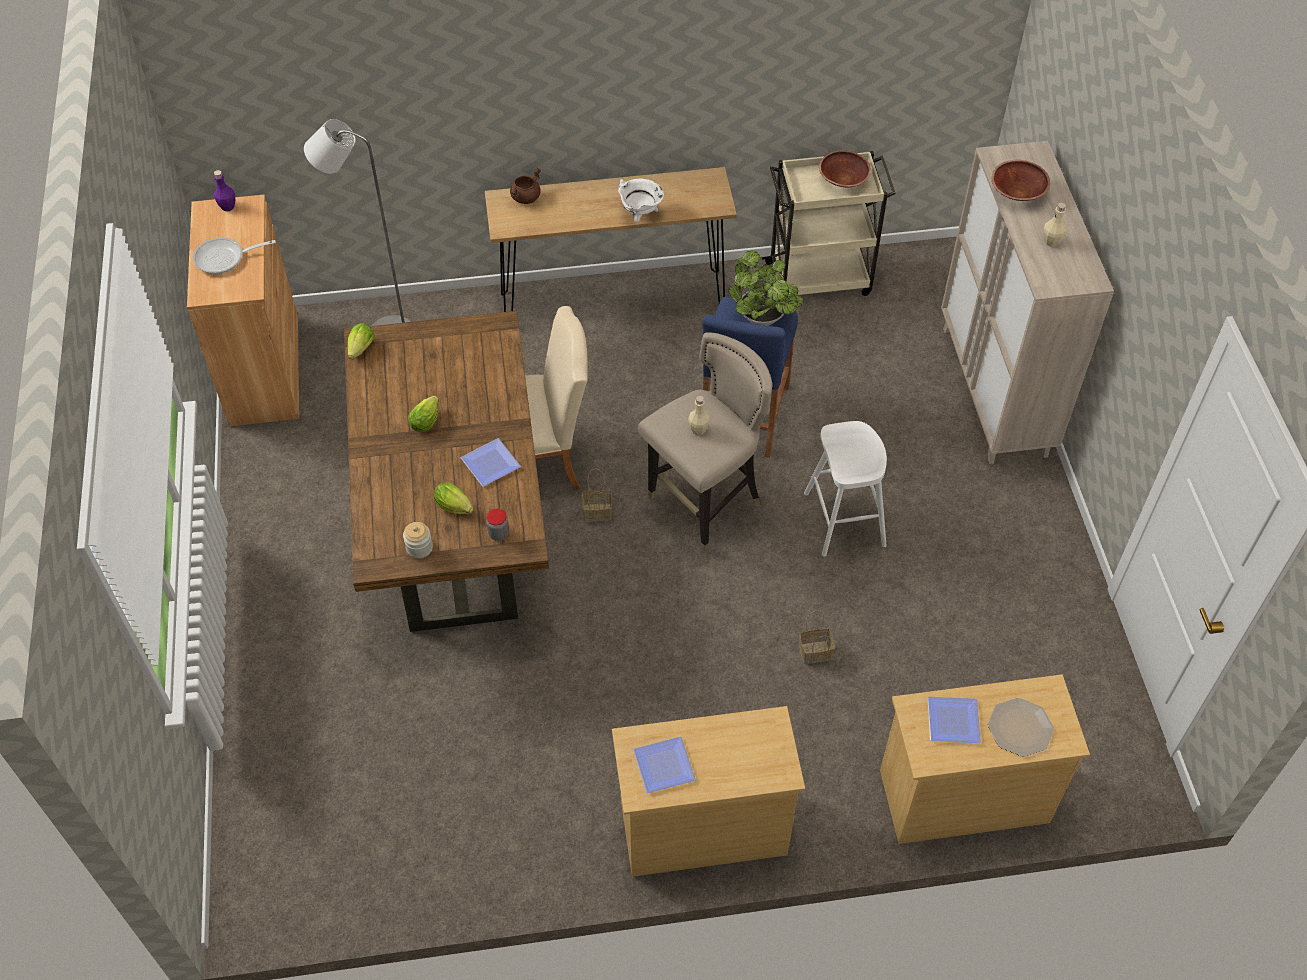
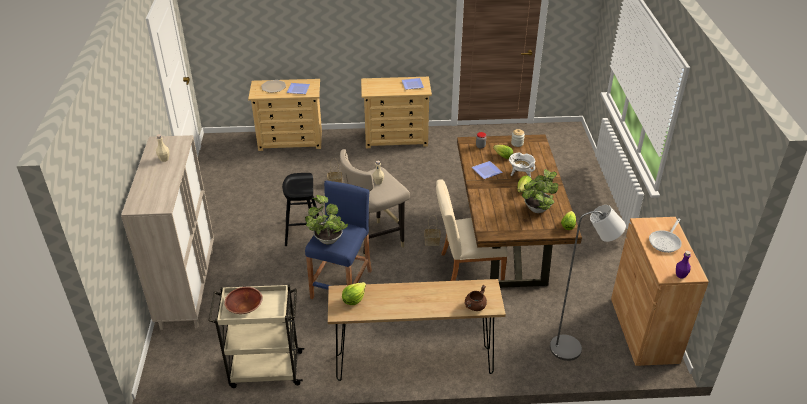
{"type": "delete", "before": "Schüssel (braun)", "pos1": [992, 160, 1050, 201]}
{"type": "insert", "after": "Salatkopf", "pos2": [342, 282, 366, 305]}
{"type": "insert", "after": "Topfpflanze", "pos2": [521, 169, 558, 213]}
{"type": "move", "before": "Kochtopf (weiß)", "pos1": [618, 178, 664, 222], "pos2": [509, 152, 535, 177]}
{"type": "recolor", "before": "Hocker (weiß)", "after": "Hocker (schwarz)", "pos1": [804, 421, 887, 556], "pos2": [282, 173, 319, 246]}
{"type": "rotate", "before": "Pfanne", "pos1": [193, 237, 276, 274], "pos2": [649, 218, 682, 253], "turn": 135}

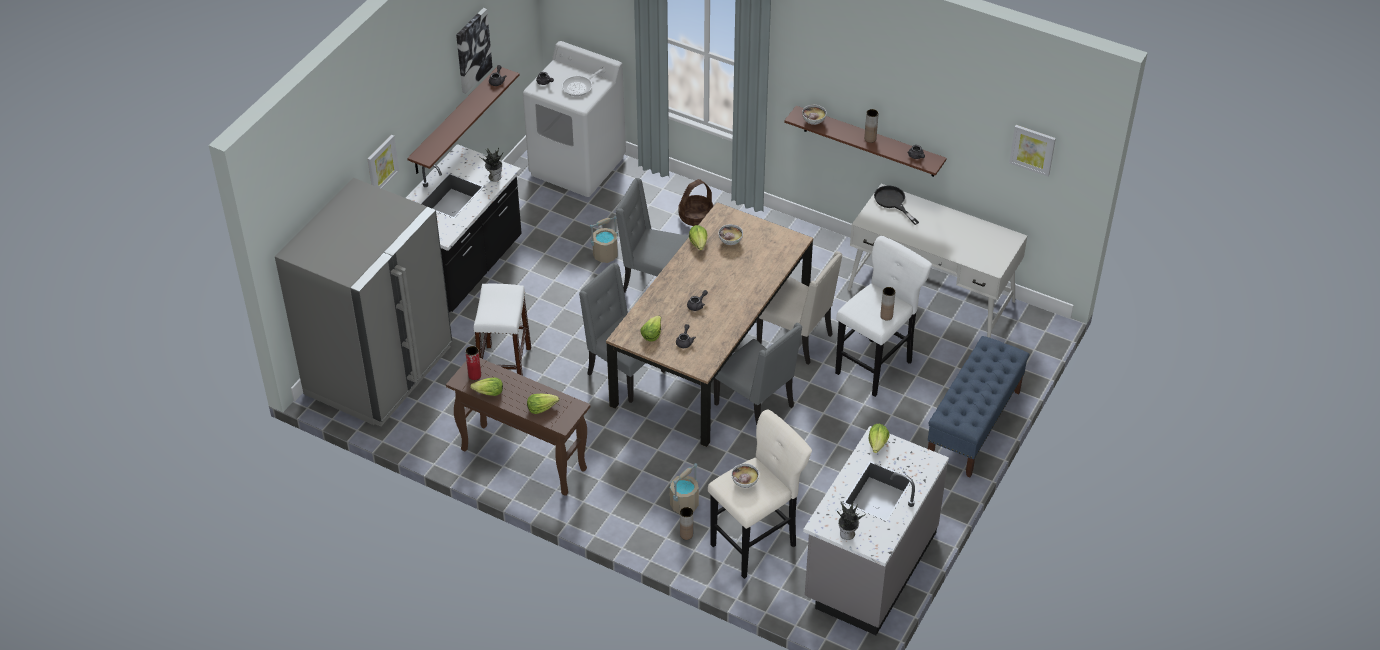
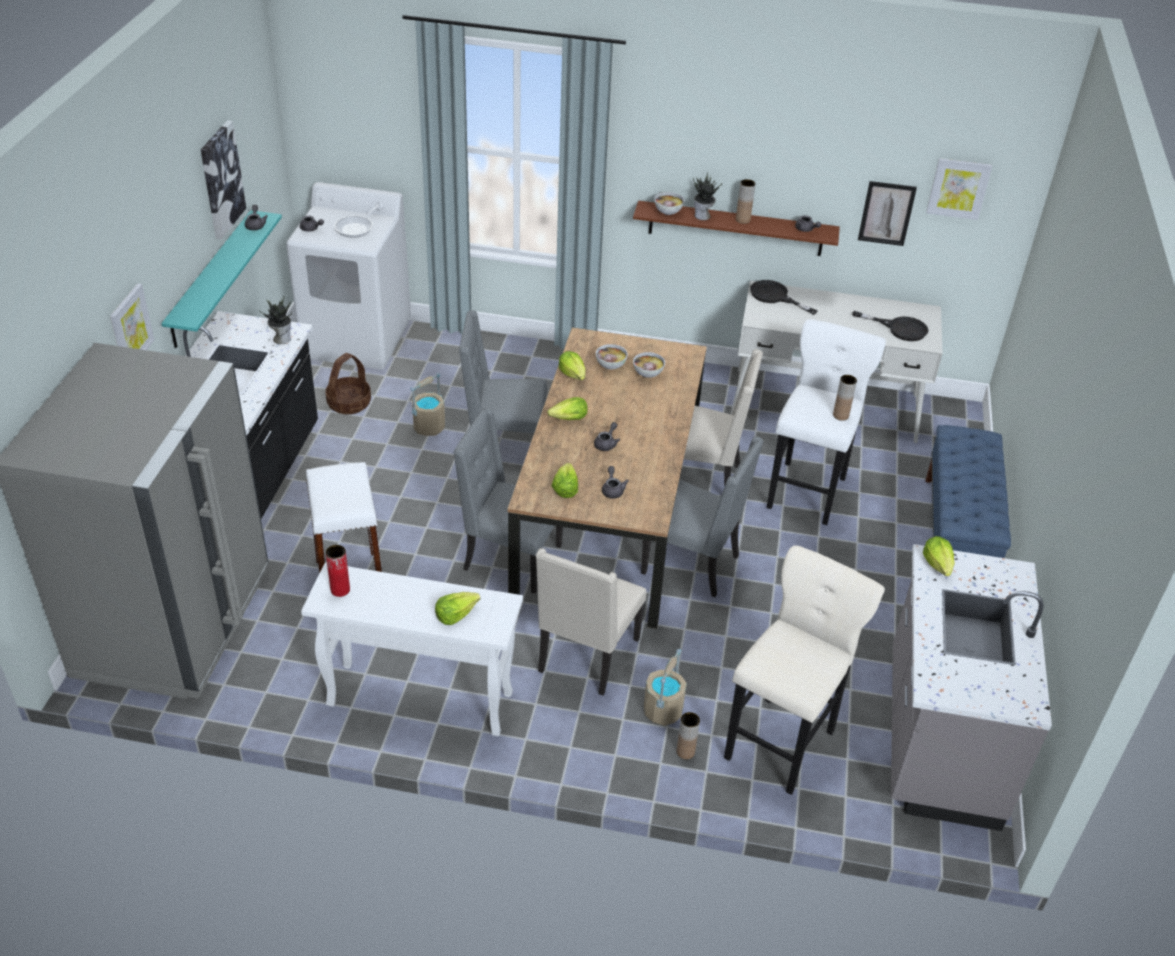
{"type": "insert", "after": "Stuhl (beige)", "pos2": [536, 548, 647, 695]}
{"type": "insert", "after": "Pfanne (schwarz)", "pos2": [852, 311, 928, 341]}
{"type": "insert", "after": "Bild", "pos2": [858, 181, 917, 246]}
{"type": "move", "before": "Salatkopf", "pos1": [470, 378, 503, 396], "pos2": [547, 397, 588, 420]}
{"type": "move", "before": "Korb", "pos1": [679, 179, 713, 226], "pos2": [325, 353, 371, 415]}
{"type": "move", "before": "Schüssel", "pos1": [731, 463, 759, 488], "pos2": [633, 352, 665, 378]}
{"type": "move", "before": "Topfpflanze", "pos1": [837, 502, 866, 540], "pos2": [693, 172, 723, 220]}
{"type": "recolor", "before": "Wandregal (braun)", "after": "Wandregal (türkis)", "pos1": [407, 67, 520, 174], "pos2": [161, 210, 282, 348]}
{"type": "recolor", "before": "Konsolentisch (braun)", "after": "Konsolentisch (weiß)", "pos1": [446, 358, 590, 496], "pos2": [301, 562, 523, 736]}

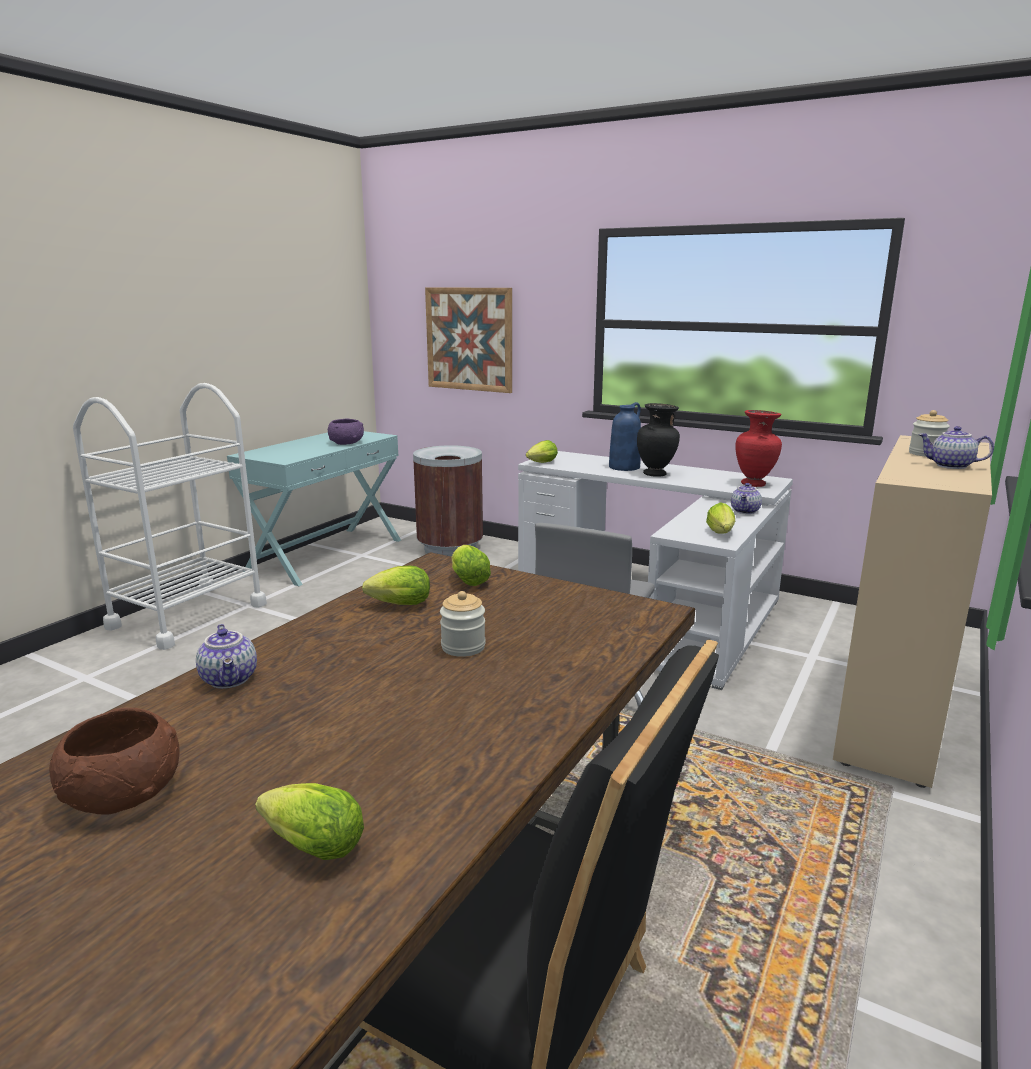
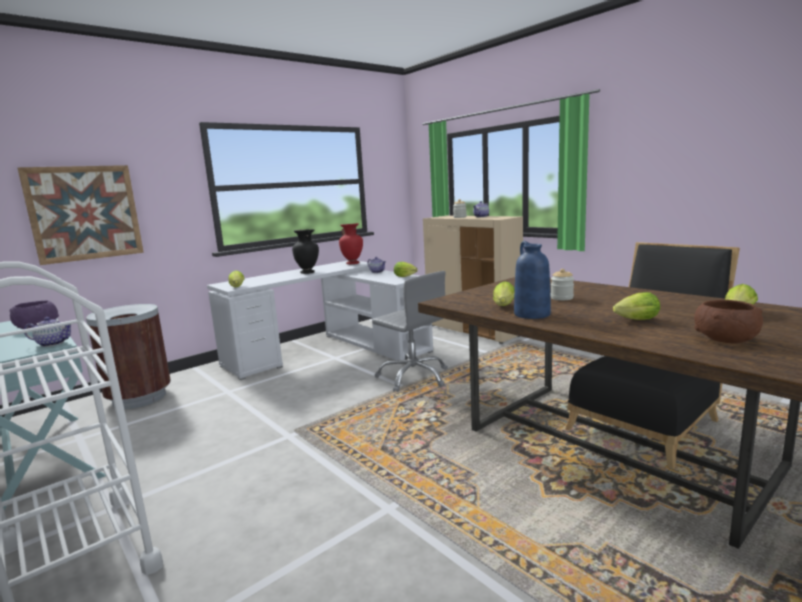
{"type": "move", "before": "Teekanne", "pos1": [196, 624, 257, 689], "pos2": [24, 317, 71, 347]}
{"type": "move", "before": "Salatkopf", "pos1": [452, 545, 491, 586], "pos2": [613, 292, 660, 320]}
{"type": "move", "before": "Vase (blau)", "pos1": [609, 402, 641, 471], "pos2": [514, 241, 551, 319]}

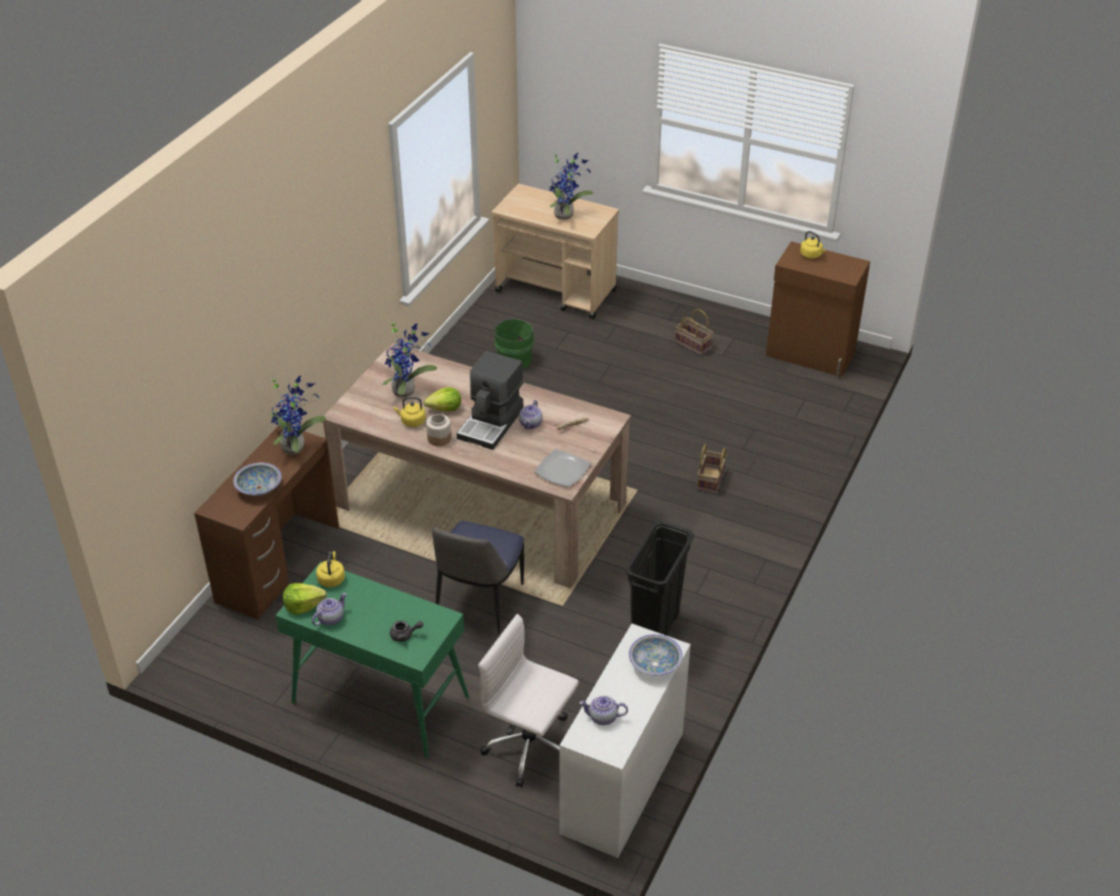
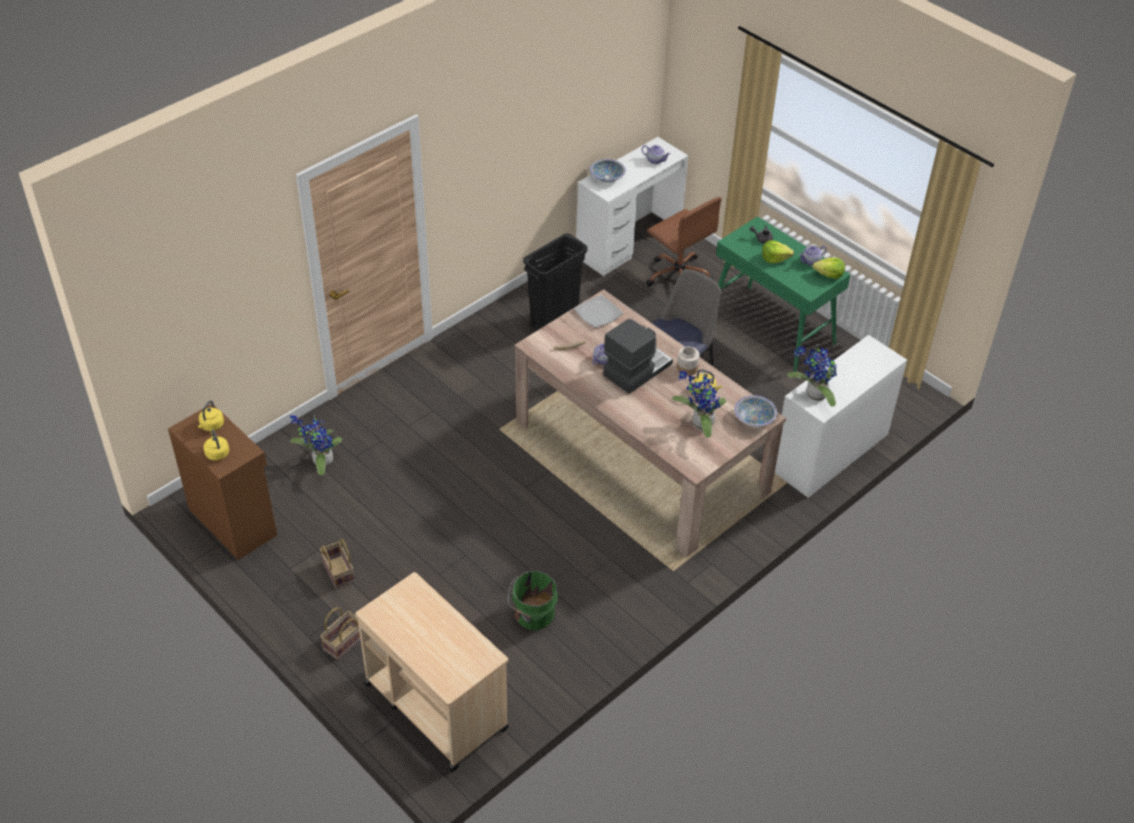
{"type": "move", "before": "Schüssel", "pos1": [233, 463, 282, 496], "pos2": [735, 395, 777, 427]}
{"type": "move", "before": "Wasserkessel (gelb)", "pos1": [316, 551, 345, 587], "pos2": [198, 401, 224, 431]}
{"type": "move", "before": "Salatkopf", "pos1": [424, 387, 461, 412], "pos2": [762, 240, 794, 263]}
{"type": "move", "before": "Topfpflanze", "pos1": [548, 152, 593, 220], "pos2": [290, 415, 342, 475]}
{"type": "move", "before": "Korb", "pos1": [697, 444, 727, 494], "pos2": [320, 607, 361, 660]}
{"type": "recolor", "before": "Schreibtisch (braun)", "after": "Schreibtisch (weiß)", "pos1": [194, 425, 339, 620], "pos2": [775, 335, 907, 498]}
{"type": "recolor", "before": "Bürostuhl (weiß)", "after": "Bürostuhl (braun)", "pos1": [478, 614, 579, 787], "pos2": [646, 197, 722, 287]}

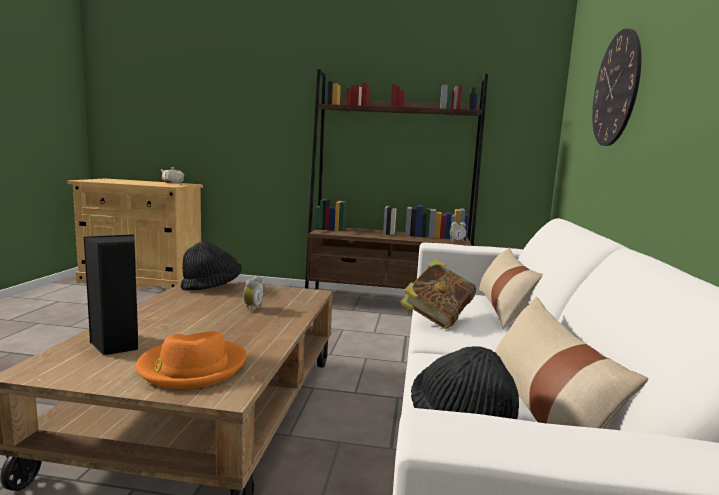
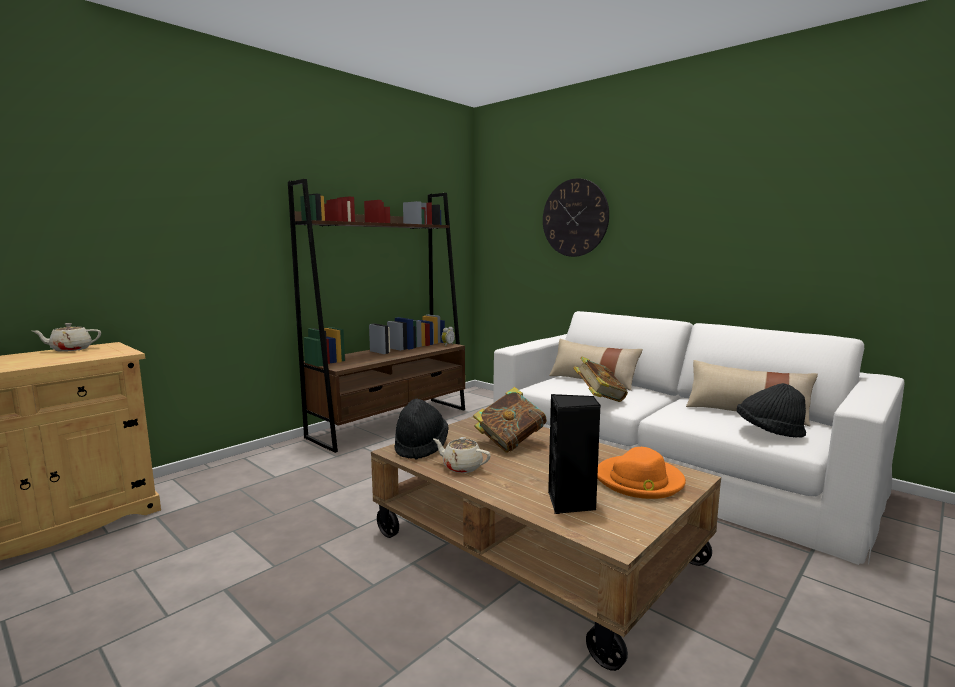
{"type": "insert", "after": "Teekanne (beige)", "pos2": [433, 437, 491, 473]}
{"type": "replace", "before": "Wecker", "after": "Buch", "pos1": [243, 276, 264, 312], "pos2": [473, 387, 547, 453]}

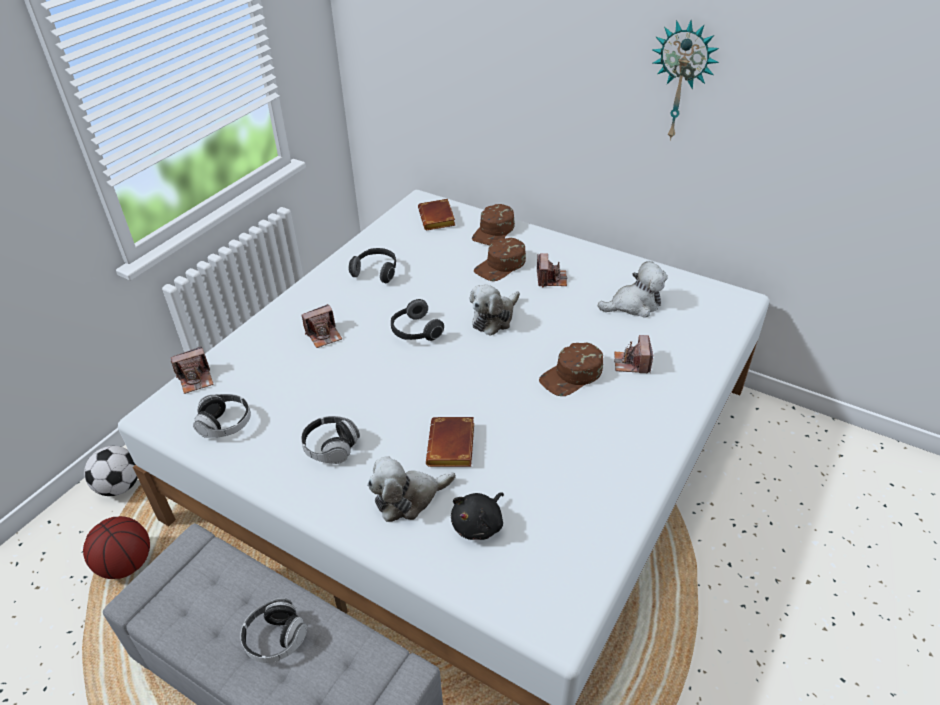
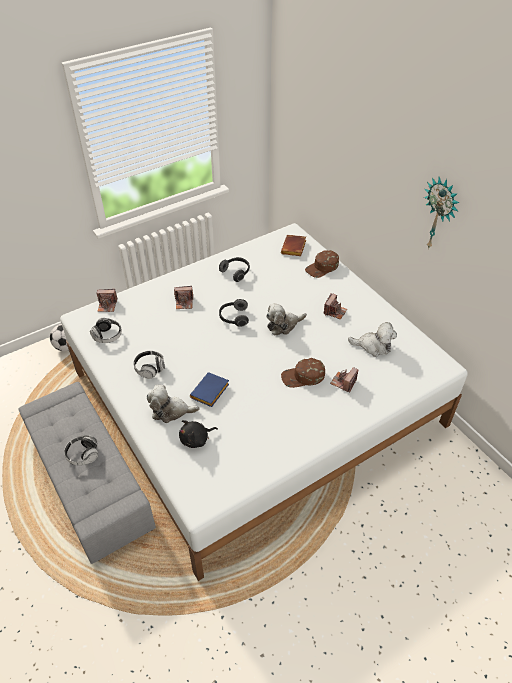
{"type": "delete", "before": "Basketball", "pos1": [83, 516, 150, 579]}
{"type": "delete", "before": "Kappe (braun)", "pos1": [474, 238, 526, 281]}
{"type": "recolor", "before": "Buch (braun)", "after": "Buch (blau)", "pos1": [426, 417, 474, 467], "pos2": [190, 372, 229, 407]}

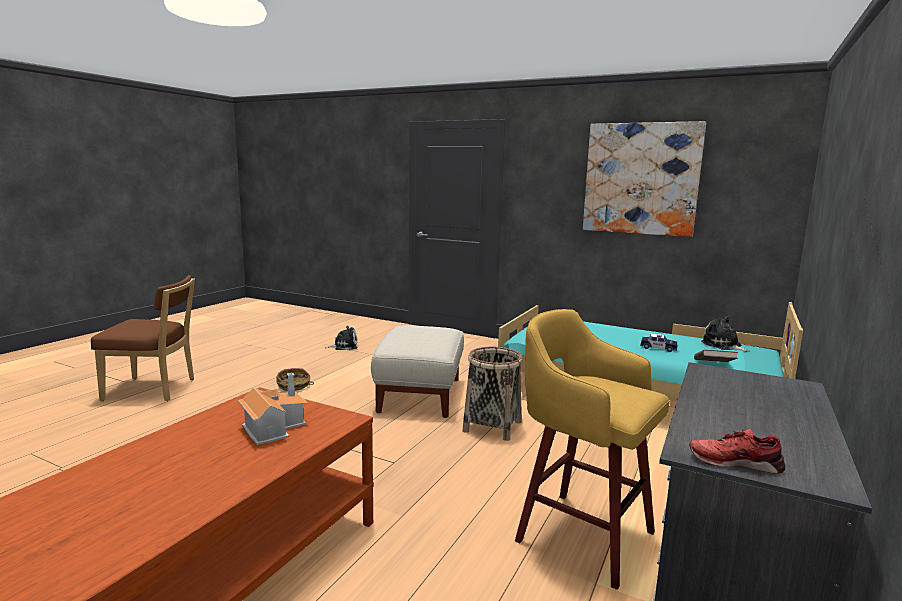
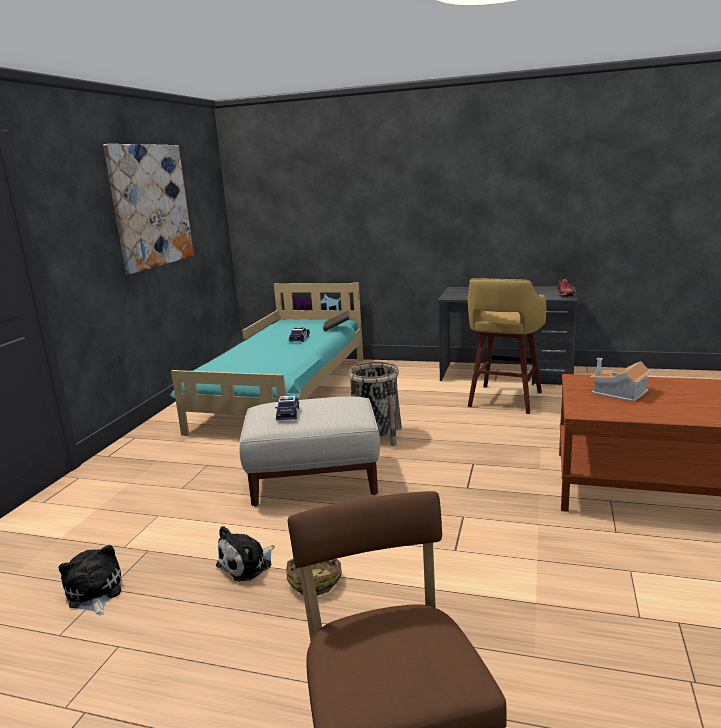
{"type": "insert", "after": "Spielzeugauto", "pos2": [276, 395, 299, 420]}
{"type": "move", "before": "Plüschtier", "pos1": [701, 316, 750, 352], "pos2": [216, 526, 275, 582]}

